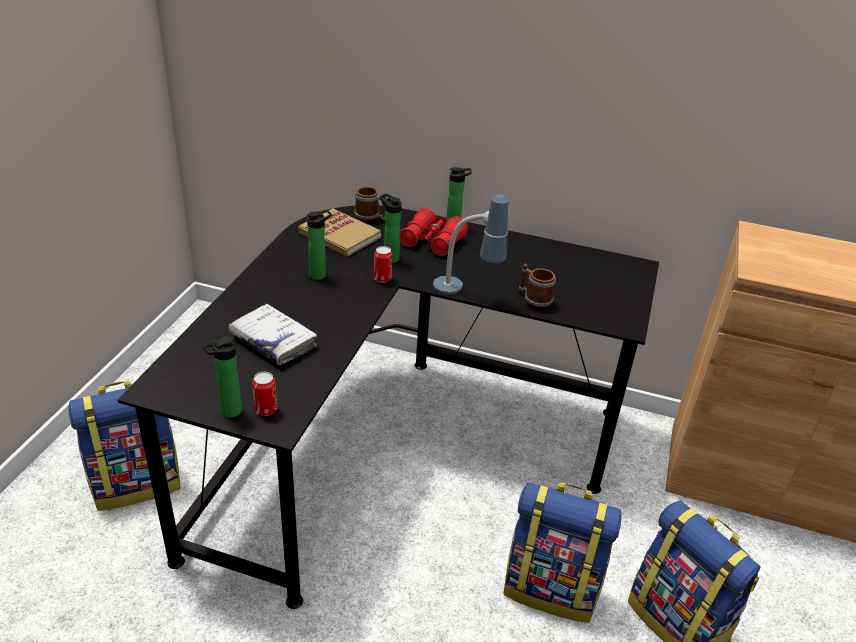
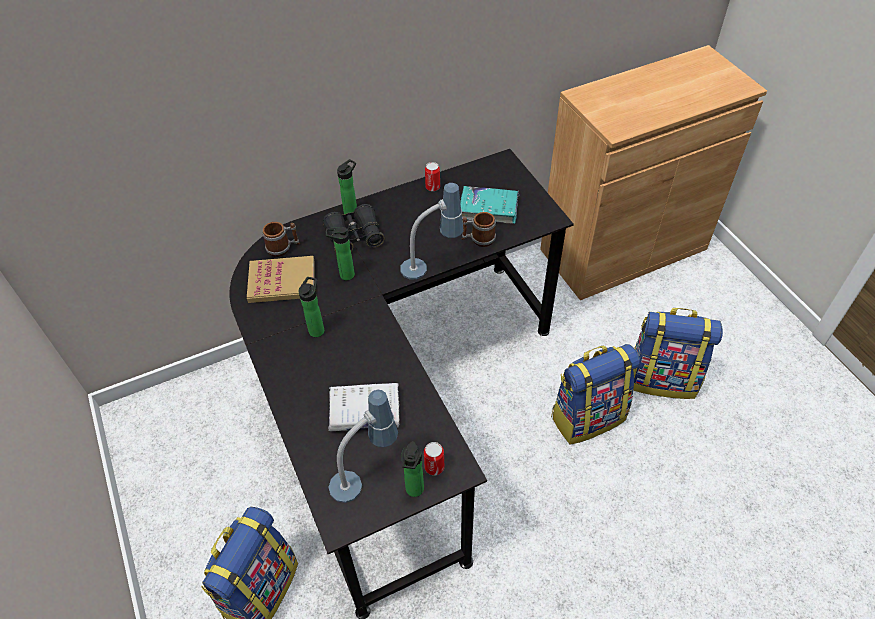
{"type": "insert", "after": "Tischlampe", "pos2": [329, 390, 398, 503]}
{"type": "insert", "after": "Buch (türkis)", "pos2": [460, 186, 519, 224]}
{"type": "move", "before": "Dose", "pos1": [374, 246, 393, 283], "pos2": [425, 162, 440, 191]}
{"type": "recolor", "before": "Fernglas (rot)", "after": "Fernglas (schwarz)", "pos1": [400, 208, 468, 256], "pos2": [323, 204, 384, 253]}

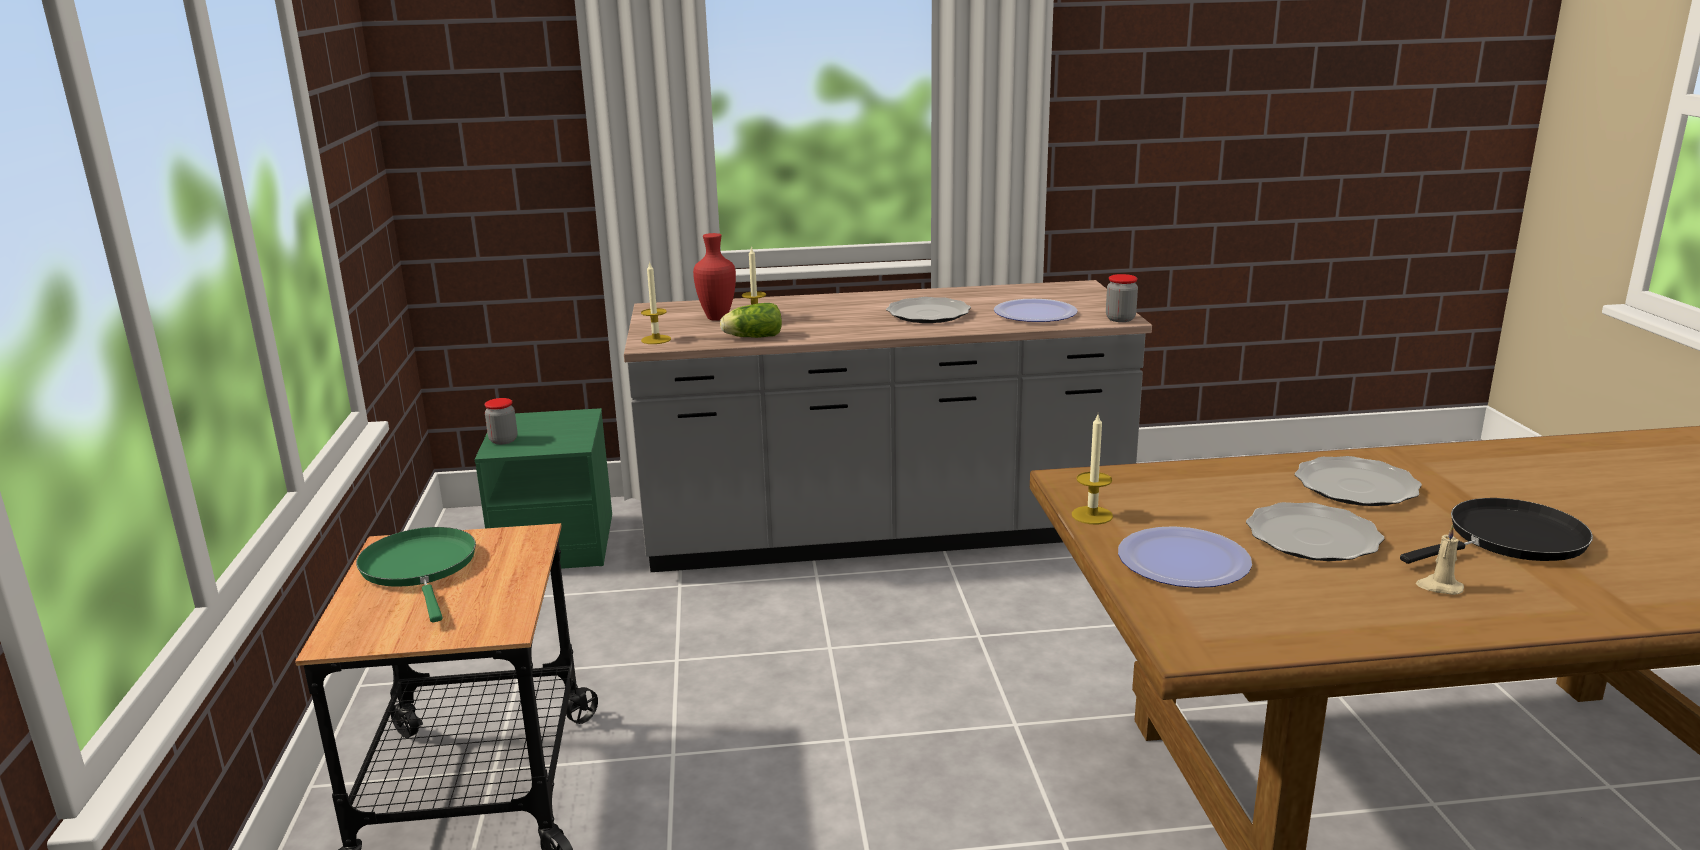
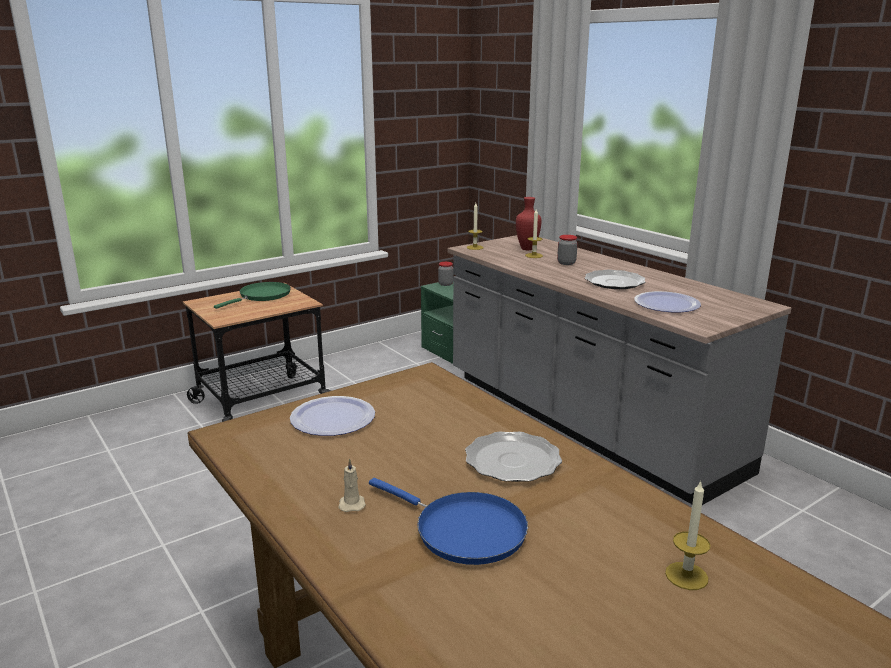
{"type": "delete", "before": "Salatkopf", "pos1": [720, 303, 782, 338]}
{"type": "delete", "before": "Teller", "pos1": [1246, 502, 1384, 561]}
{"type": "move", "before": "Kerze", "pos1": [1072, 414, 1113, 524], "pos2": [665, 480, 710, 590]}
{"type": "move", "before": "Vorratsglas", "pos1": [1106, 274, 1138, 322], "pos2": [557, 235, 578, 265]}
{"type": "recolor", "before": "Pfanne (schwarz)", "after": "Pfanne (blau)", "pos1": [1400, 498, 1593, 564], "pos2": [369, 478, 528, 565]}

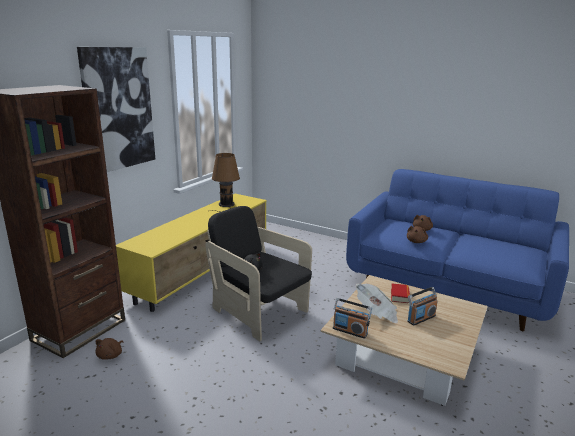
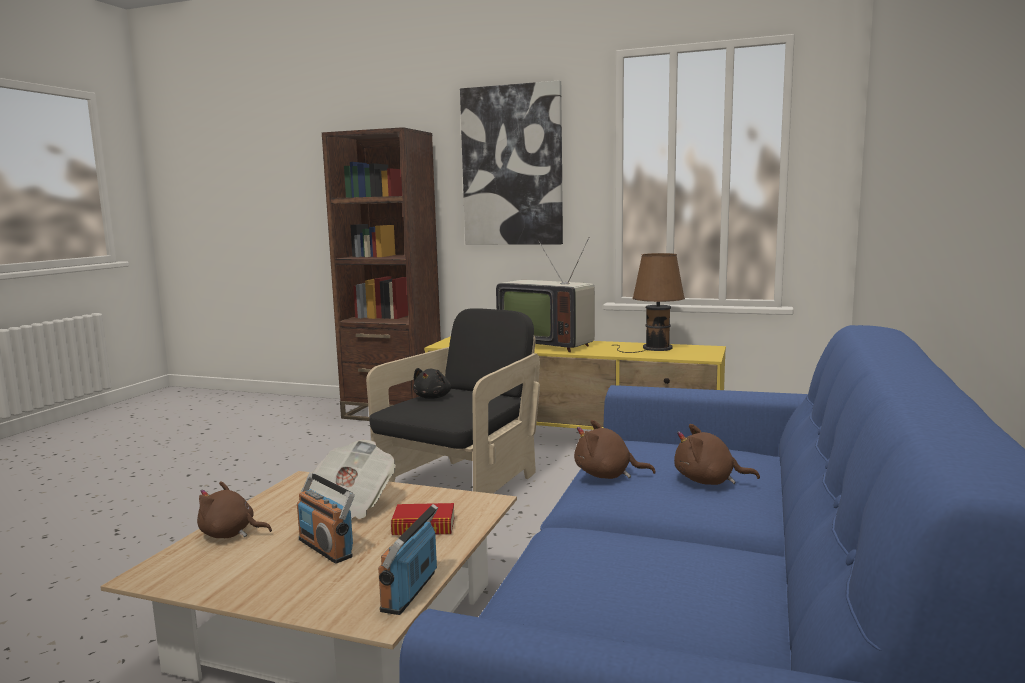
{"type": "insert", "after": "Fernseher", "pos2": [496, 237, 595, 352]}
{"type": "move", "before": "Plüschtier (braun)", "pos1": [95, 338, 123, 360], "pos2": [197, 481, 272, 538]}
{"type": "move", "before": "Radio", "pos1": [333, 298, 372, 339], "pos2": [378, 504, 438, 615]}

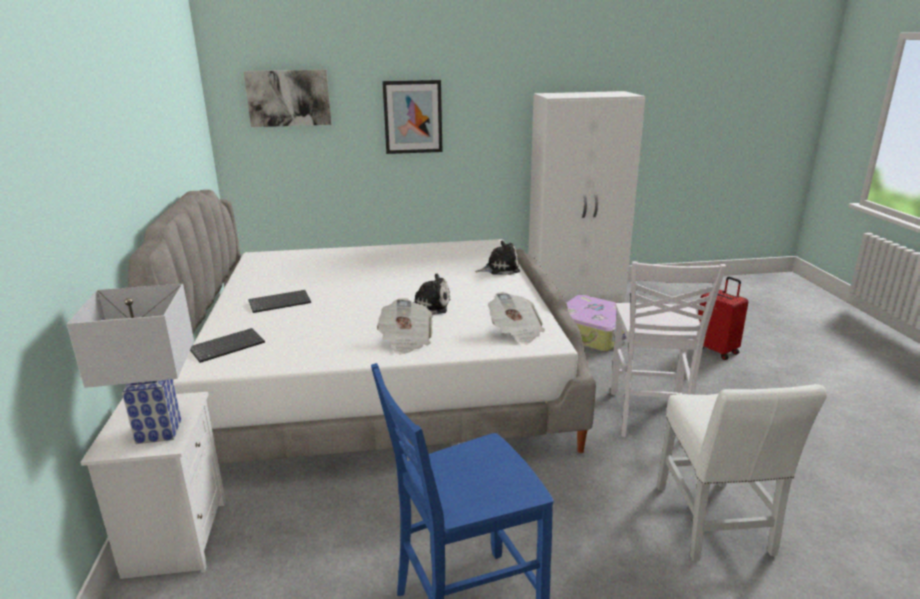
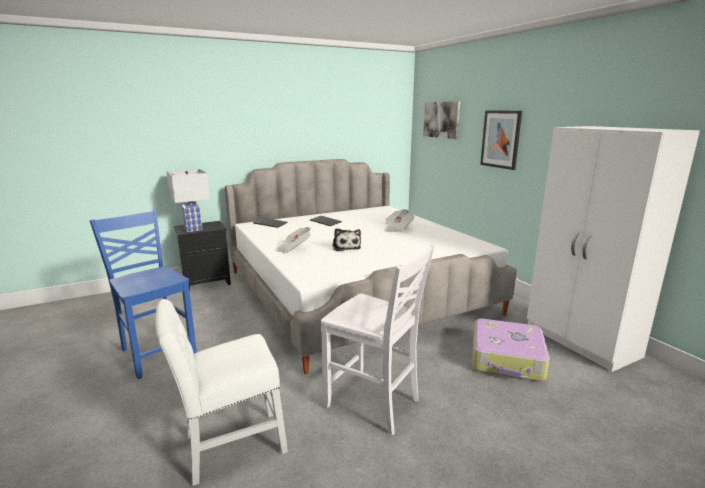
{"type": "delete", "before": "Plüschtier", "pos1": [476, 240, 520, 275]}
{"type": "delete", "before": "Koffer (rot)", "pos1": [698, 277, 748, 360]}
{"type": "move", "before": "Zeitung", "pos1": [488, 292, 545, 345], "pos2": [384, 209, 414, 232]}
{"type": "recolor", "before": "Nachttisch (weiß)", "after": "Nachttisch (schwarz)", "pos1": [80, 392, 226, 579], "pos2": [174, 221, 231, 291]}
{"type": "rotate", "before": "Stuhl (weiß)", "pos1": [611, 261, 726, 437], "pos2": [321, 244, 435, 435], "turn": -135}

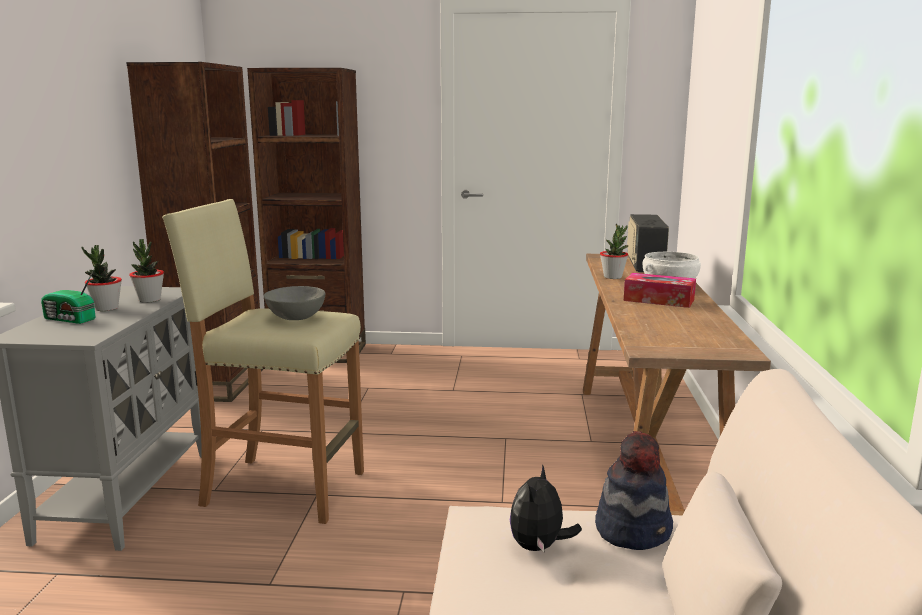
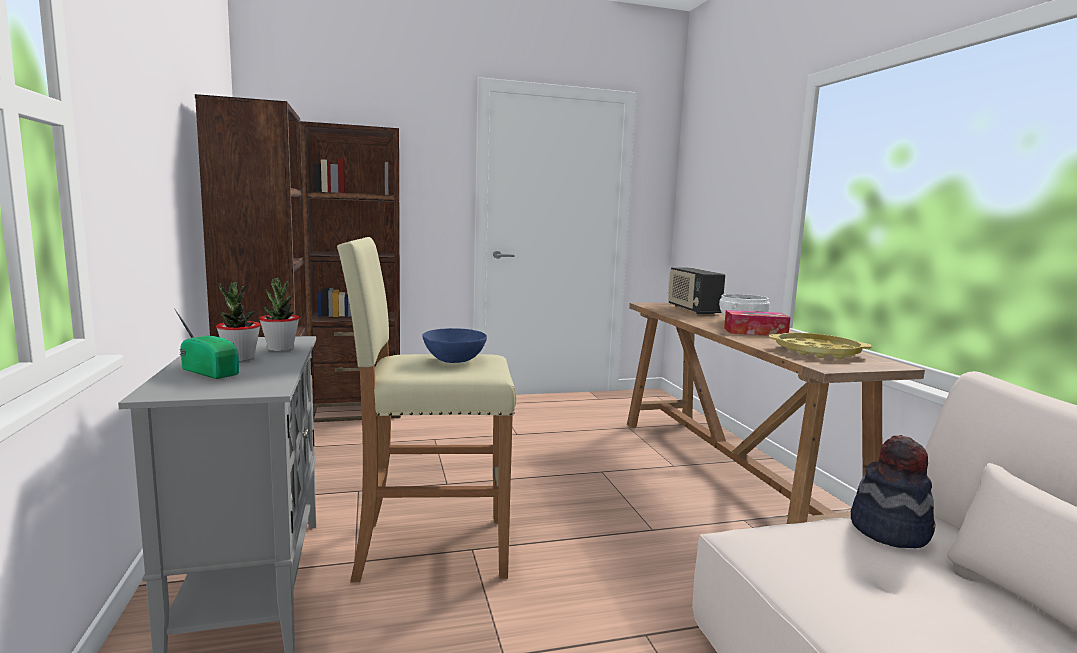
{"type": "delete", "before": "Plüschtier", "pos1": [510, 464, 582, 553]}
{"type": "delete", "before": "Topfpflanze", "pos1": [600, 224, 629, 279]}
{"type": "insert", "after": "Tablett (gelb)", "pos2": [769, 333, 872, 359]}
{"type": "recolor", "before": "Schüssel (grau)", "after": "Schüssel (blau)", "pos1": [264, 286, 325, 320], "pos2": [422, 328, 487, 363]}
{"type": "rotate", "before": "Radio", "pos1": [41, 271, 95, 324], "pos2": [174, 308, 239, 379], "turn": -150}

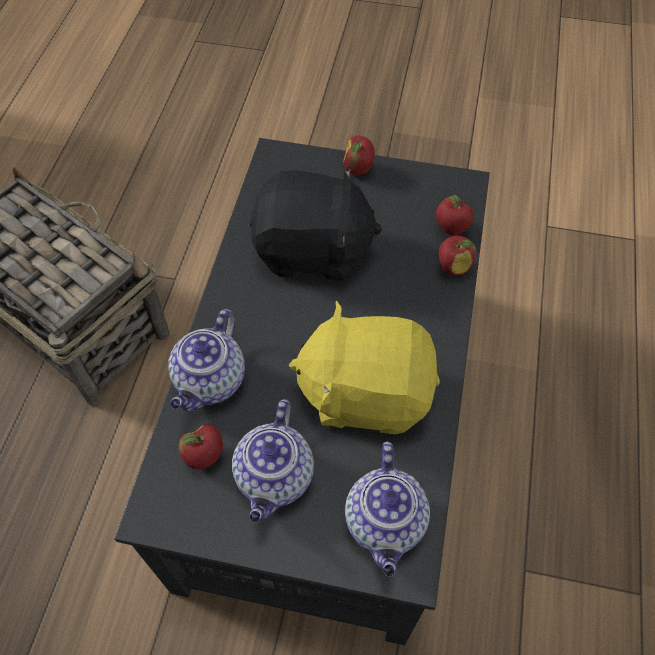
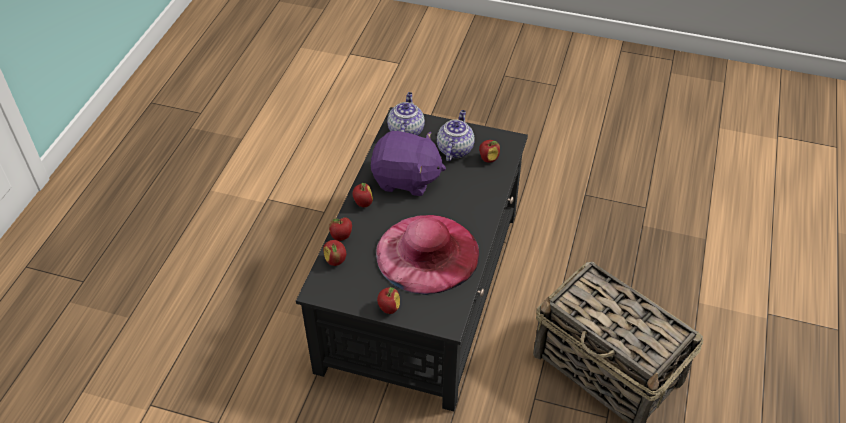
{"type": "delete", "before": "Teekanne", "pos1": [168, 309, 245, 412]}
{"type": "insert", "after": "Apfel", "pos2": [353, 183, 373, 207]}
{"type": "replace", "before": "Plüschtier (schwarz)", "after": "Hut (rosa)", "pos1": [250, 166, 382, 280], "pos2": [376, 215, 479, 295]}
{"type": "recolor", "before": "Plüschtier (gelb)", "after": "Plüschtier (lila)", "pos1": [289, 301, 440, 434], "pos2": [371, 131, 446, 196]}

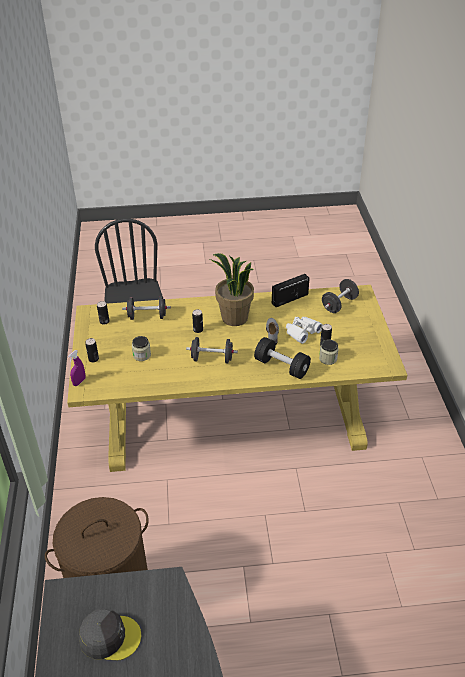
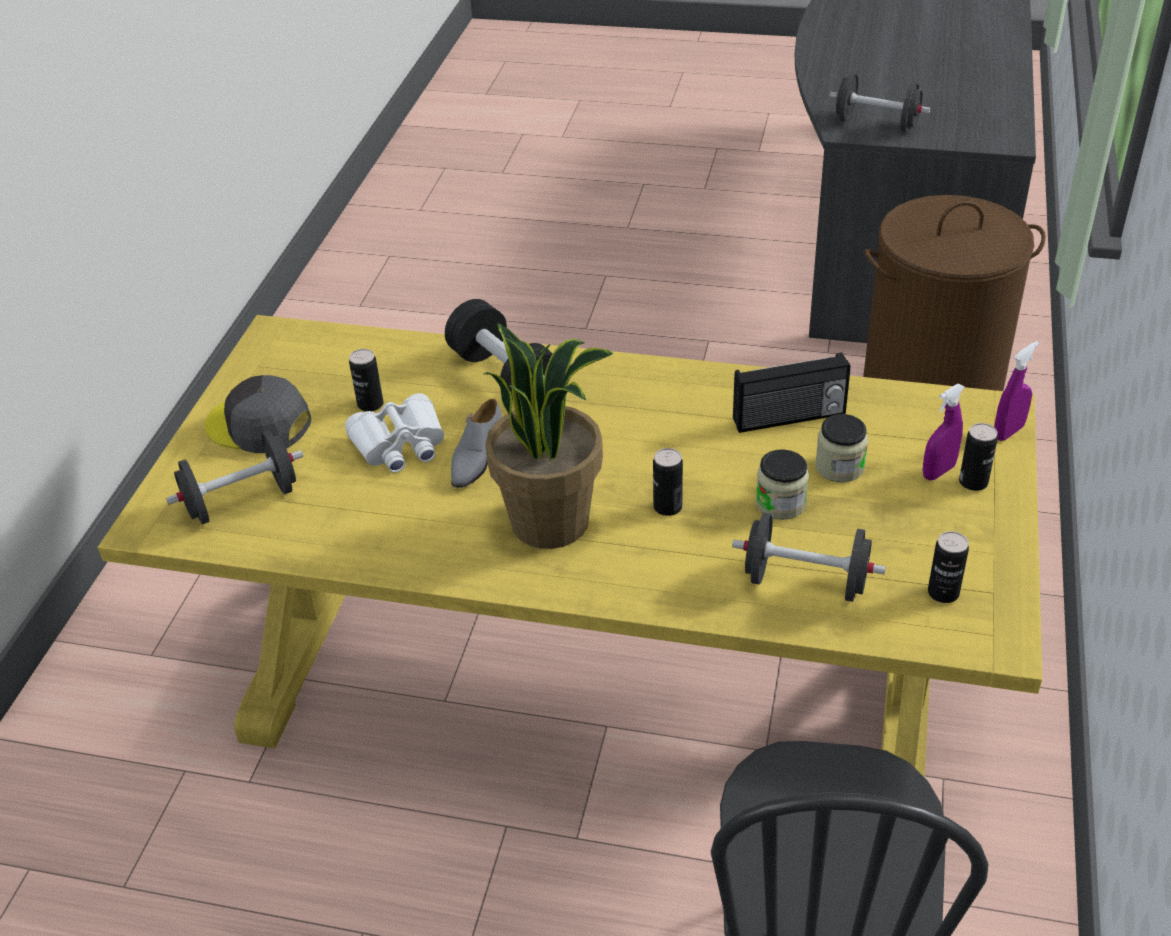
{"type": "insert", "after": "Sprühflasche (lila)", "pos2": [922, 384, 965, 480]}
{"type": "move", "before": "Kappe (grau)", "pos1": [79, 608, 141, 661], "pos2": [205, 375, 311, 453]}
{"type": "move", "before": "Hantel (schwarz)", "pos1": [186, 337, 238, 364], "pos2": [829, 73, 930, 132]}
{"type": "move", "before": "Radio", "pos1": [272, 274, 309, 307], "pos2": [733, 352, 851, 433]}
{"type": "move", "before": "Vorratsglas", "pos1": [319, 340, 339, 365], "pos2": [756, 449, 809, 520]}

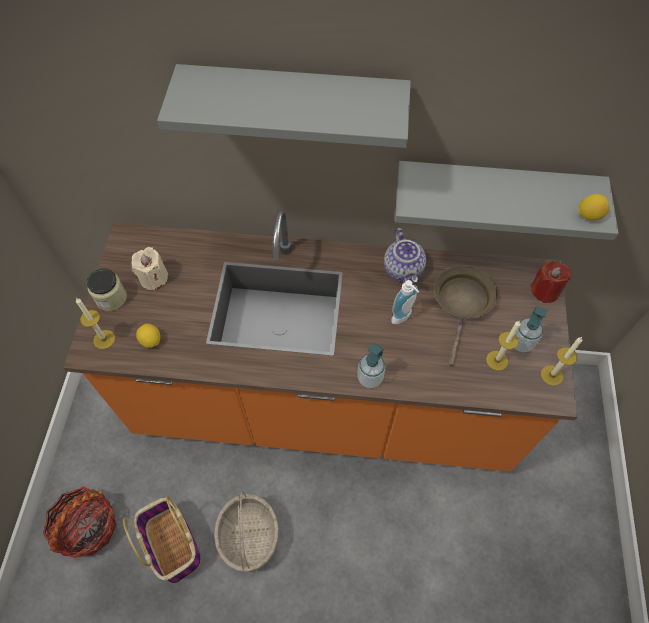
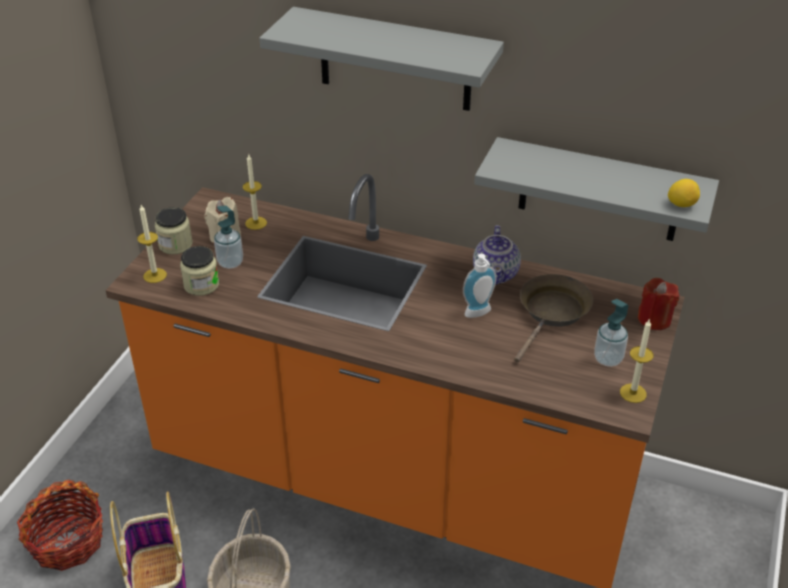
{"type": "move", "before": "Seifenspender", "pos1": [357, 343, 385, 388], "pos2": [214, 206, 243, 269]}
{"type": "move", "before": "Kerze", "pos1": [486, 320, 520, 371], "pos2": [243, 153, 267, 230]}
{"type": "replace", "before": "Zitrone", "after": "Vorratsglas", "pos1": [136, 324, 160, 348], "pos2": [180, 246, 219, 296]}

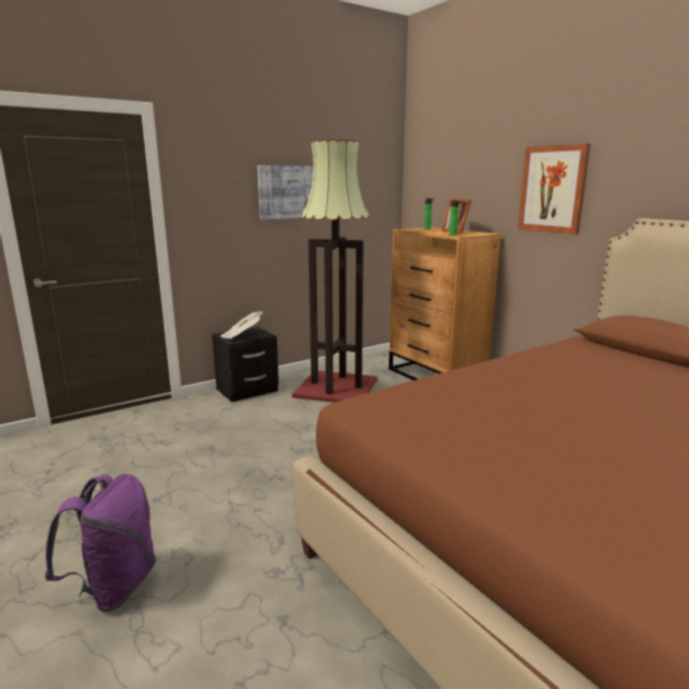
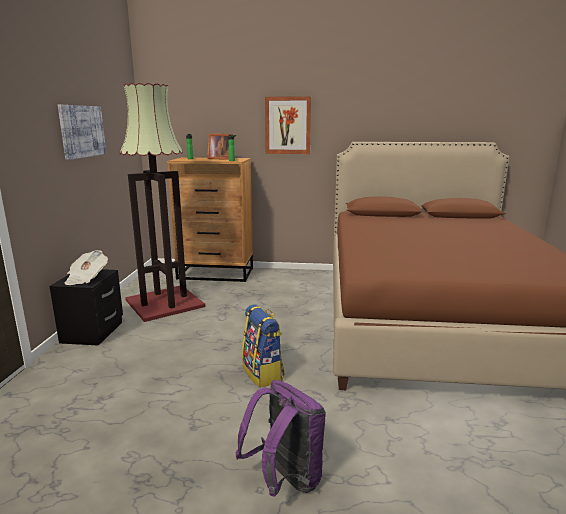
{"type": "insert", "after": "Rucksack", "pos2": [242, 305, 284, 388]}

